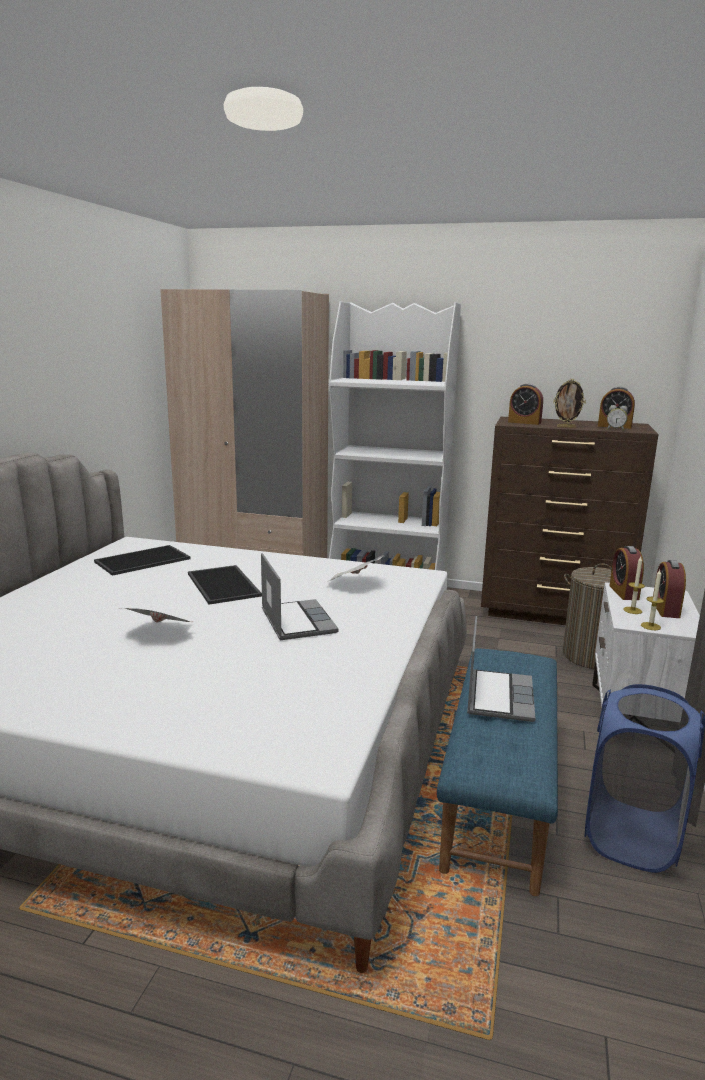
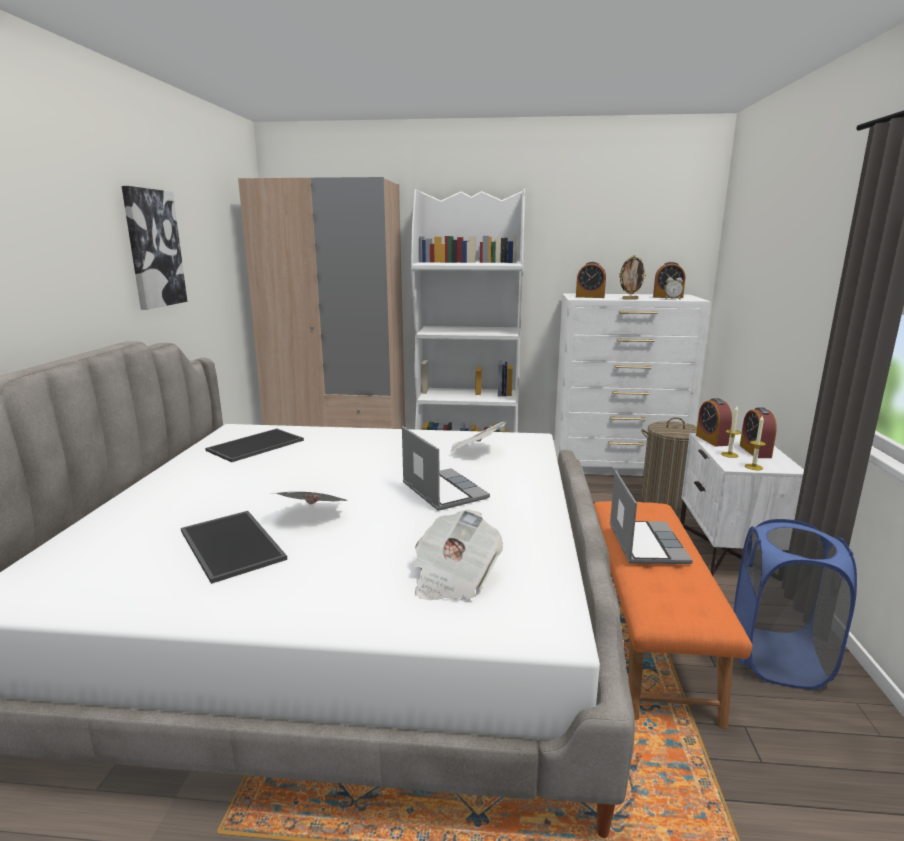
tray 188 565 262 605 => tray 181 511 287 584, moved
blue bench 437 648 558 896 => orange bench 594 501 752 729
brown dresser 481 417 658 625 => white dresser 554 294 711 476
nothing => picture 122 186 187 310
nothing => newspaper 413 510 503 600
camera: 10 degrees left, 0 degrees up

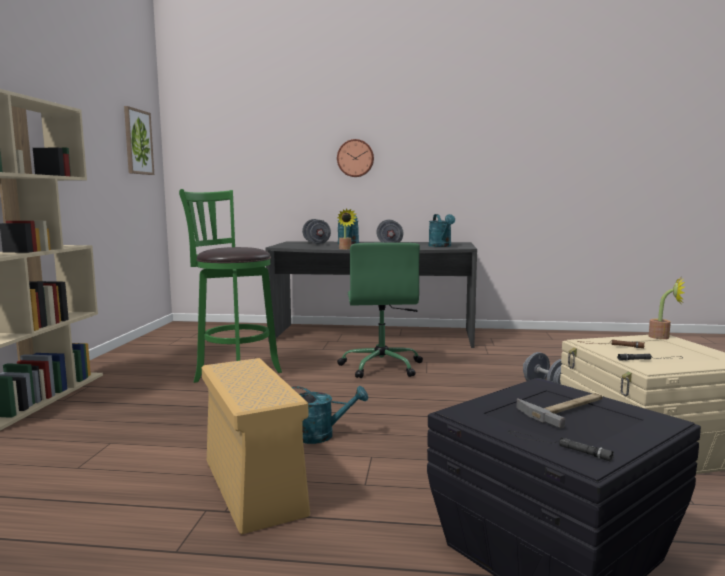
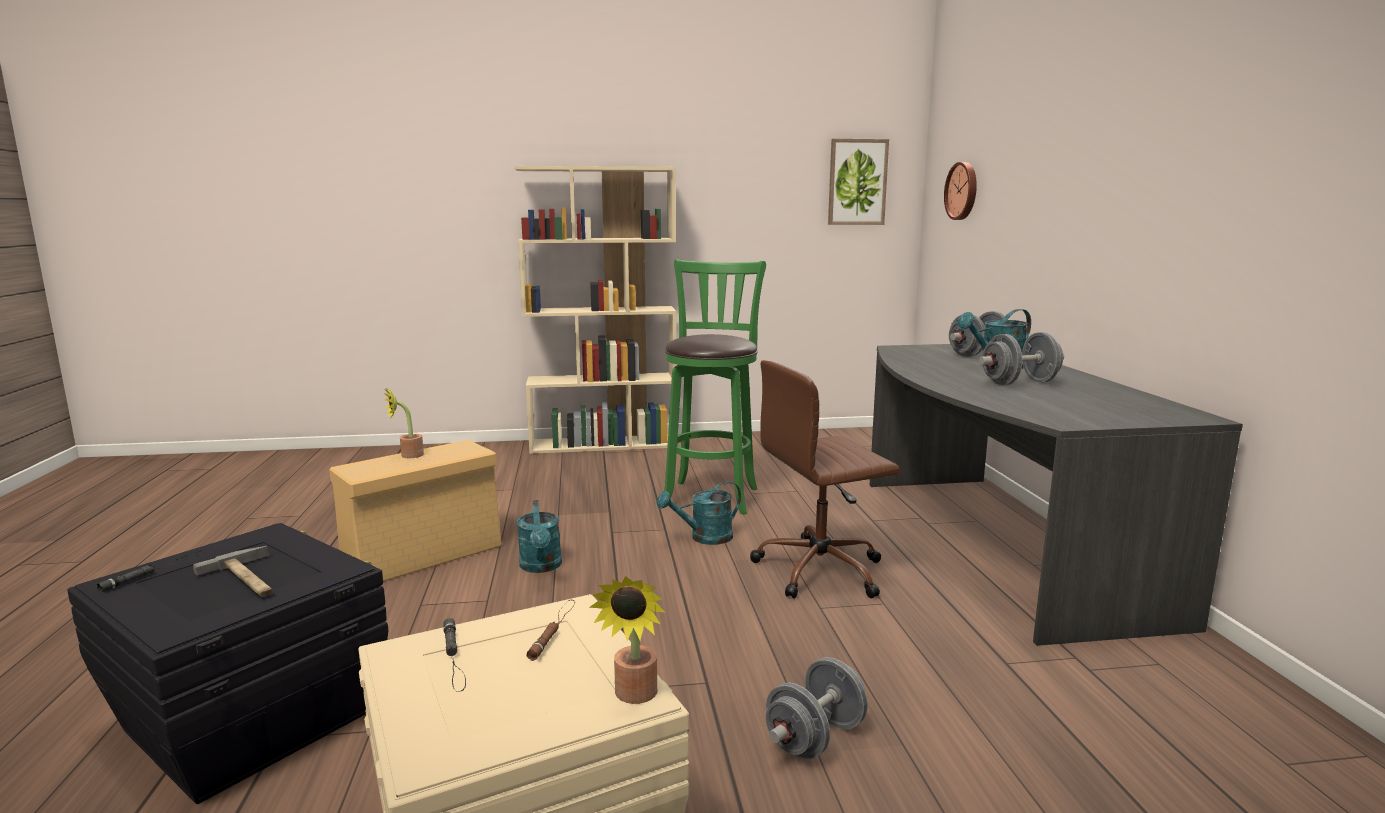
wall clock 337 139 374 177 => wall clock 944 162 977 220, moved
green office chair 337 242 423 378 => brown office chair 750 360 900 599
potted plant 338 209 357 249 => potted plant 384 389 424 458, moved
turquoise watering can 429 214 455 247 => turquoise watering can 657 481 741 545, moved
camera: 75 degrees right, 5 degrees up

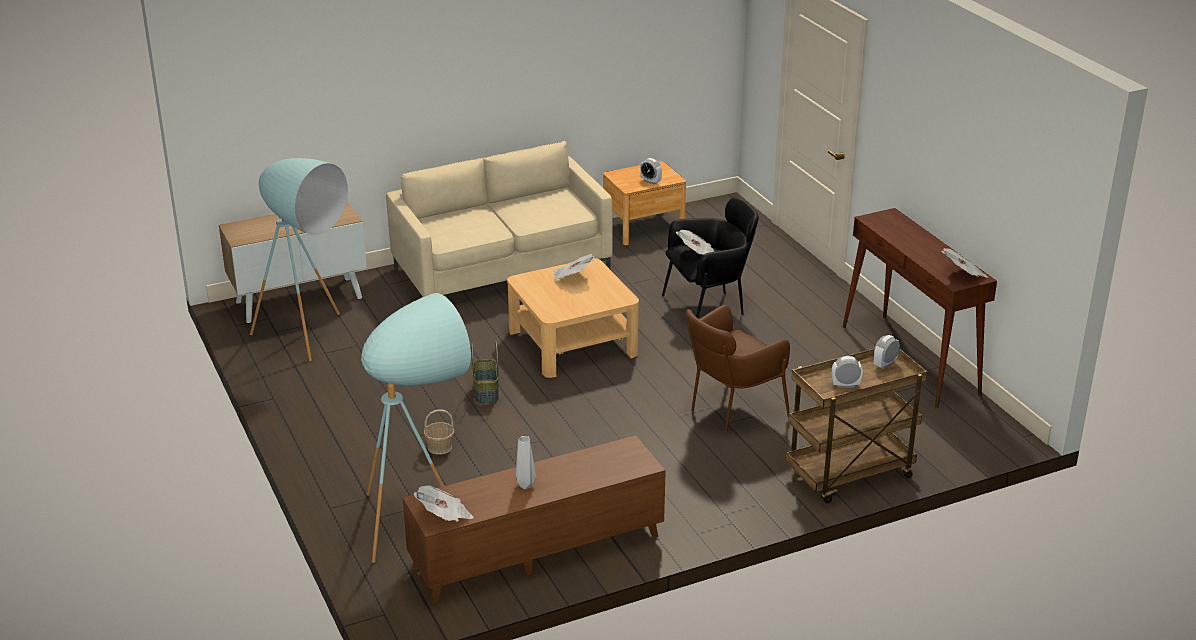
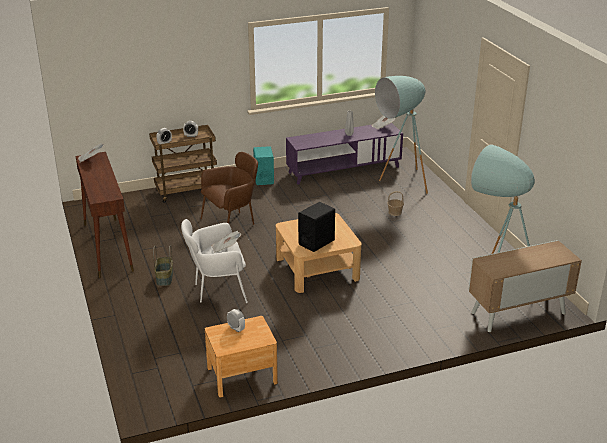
beige sofa 386 141 613 297 => nothing
brown tv stand 403 435 666 603 => purple tv stand 286 123 403 185
basket 471 341 499 404 => basket 153 245 173 286, moved
newspaper 554 254 594 280 => black speaker 298 202 335 252
black armchair 662 198 759 318 => white armchair 181 219 248 303
nothing => turquoise speaker 253 146 274 185
camera: 175 degrees left, 0 degrees up

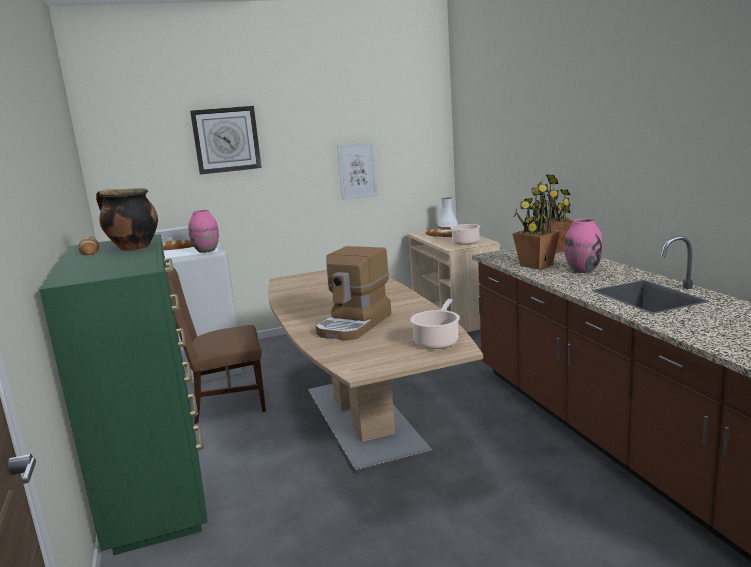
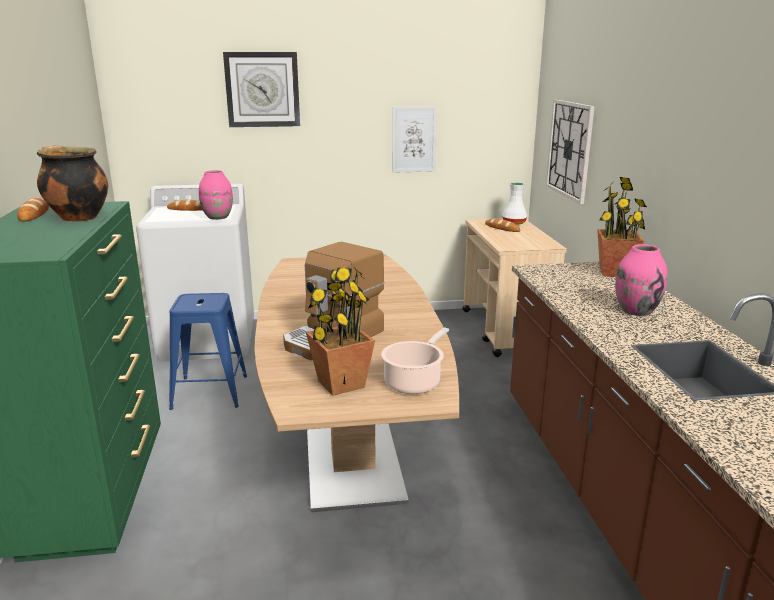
brown chair 166 265 266 424 => blue stool 169 293 247 410
cooking pot 439 224 481 245 => nothing
potted plant 513 184 560 269 => potted plant 306 264 375 396, moved
nothing => wall clock 546 100 595 204
camera: 10 degrees right, 5 degrees up

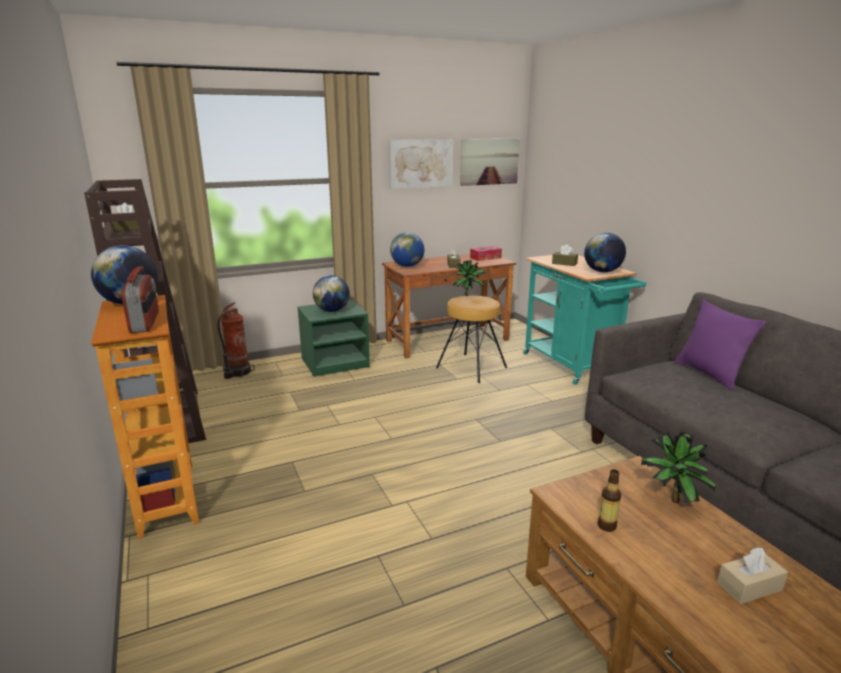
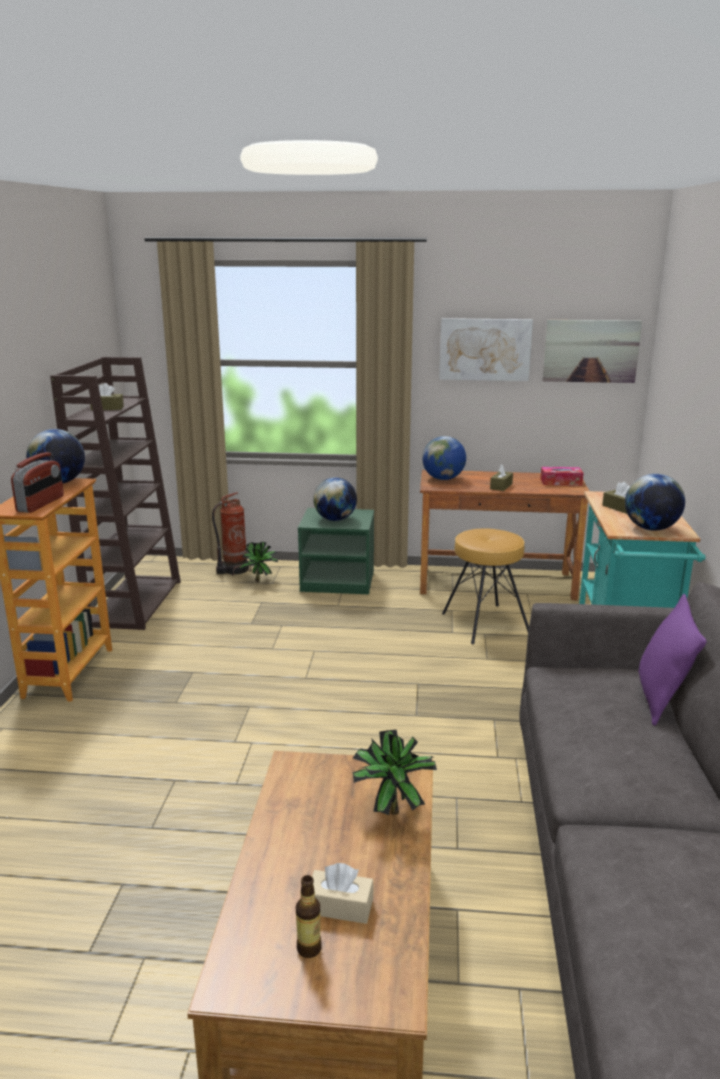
potted plant 453 260 485 296 => potted plant 239 542 278 582, moved
bottle 598 469 621 532 => bottle 296 875 322 958, moved
camera: 30 degrees right, 0 degrees up

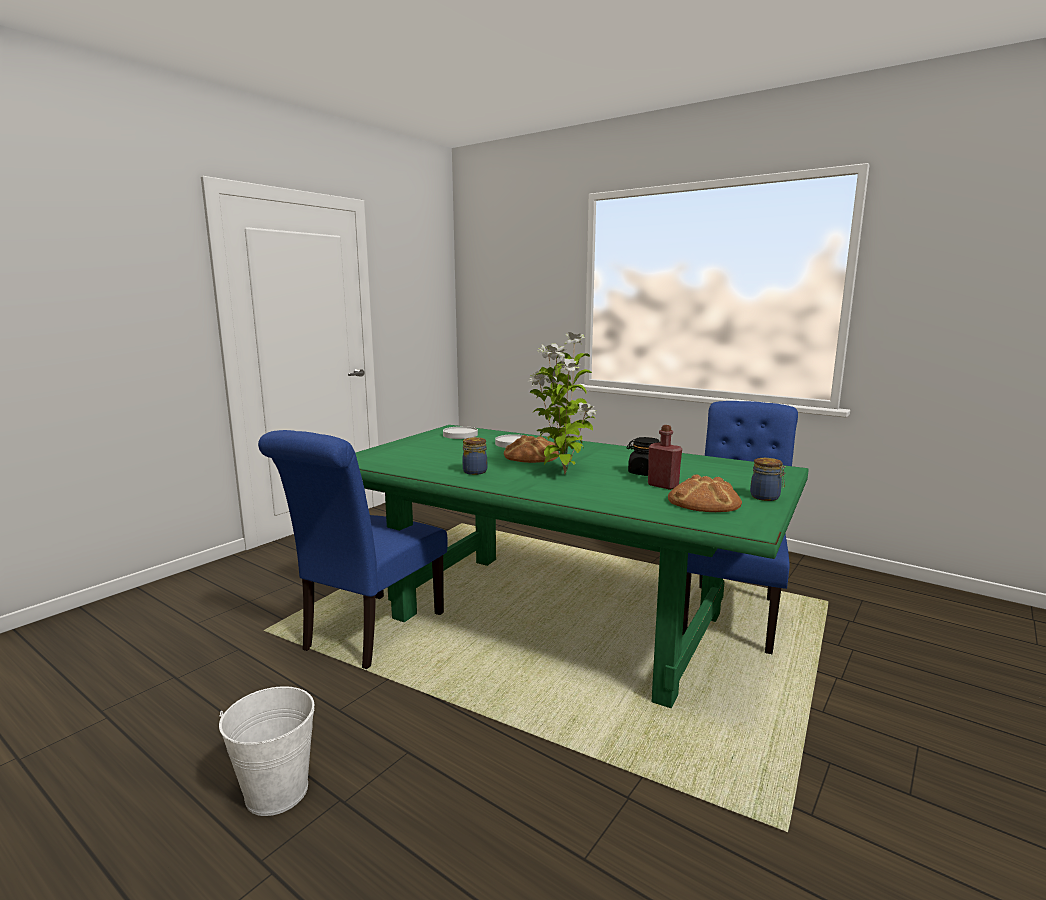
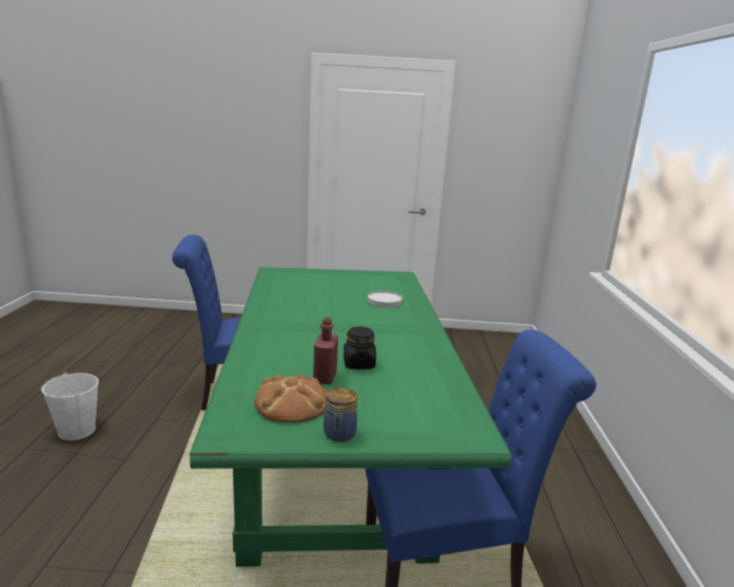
white plate 443 426 478 439 => nothing
jar 462 437 487 475 => nothing
bread 504 435 559 463 => nothing
potted plant 528 332 596 474 => nothing
camera: 55 degrees right, 5 degrees up

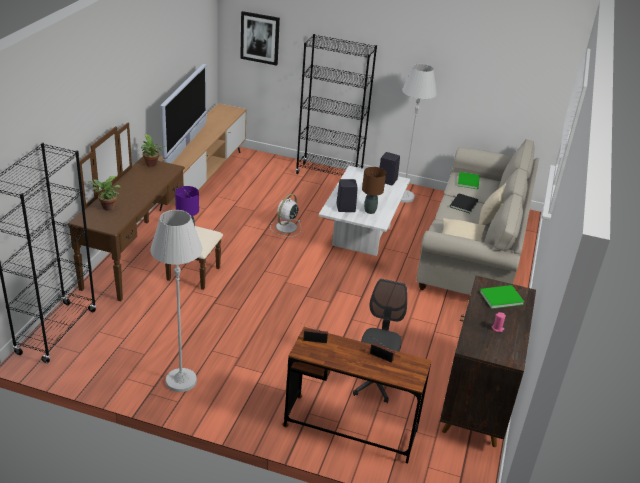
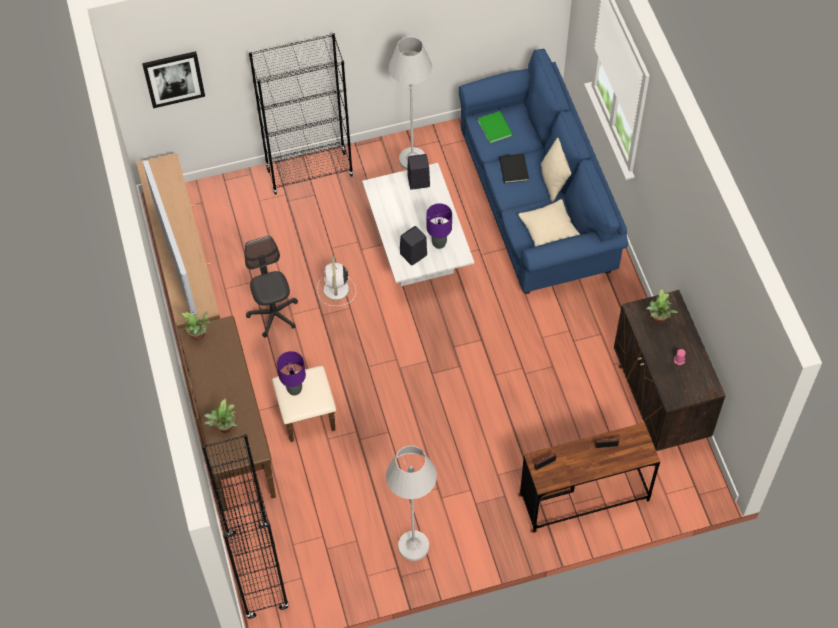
grey office chair 353 279 407 403 => grey office chair 245 236 298 338, moved
brown table lamp 362 167 386 214 => purple table lamp 426 203 452 249
beige sofa 417 139 539 295 => blue sofa 459 48 628 294
green book 479 285 524 309 => potted plant 646 288 678 324
camera: 30 degrees left, 25 degrees up

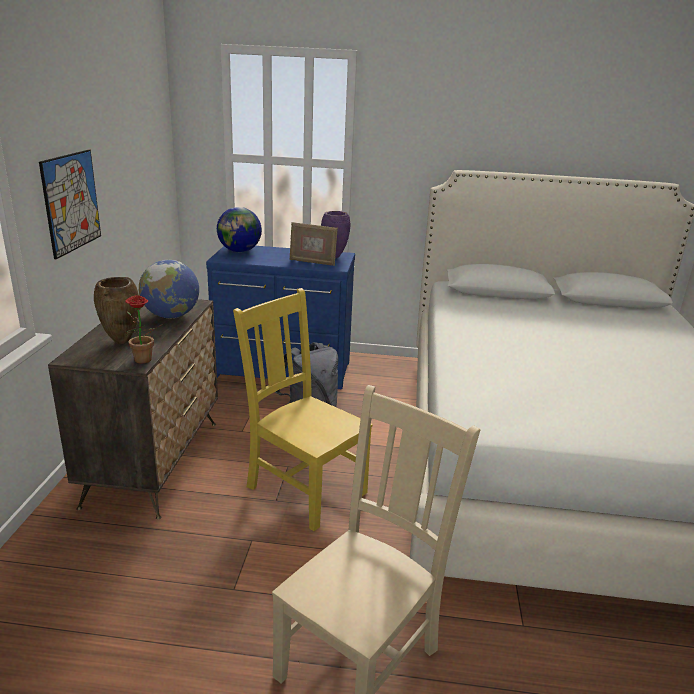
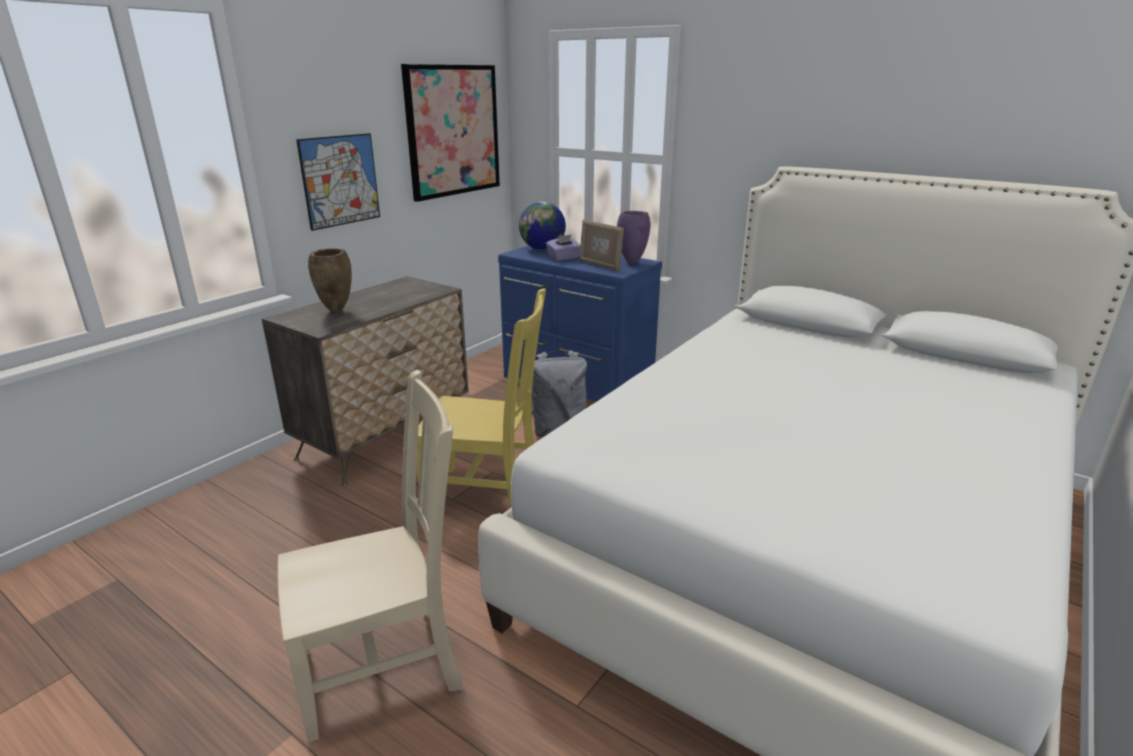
potted plant 125 295 163 363 => nothing
globe 139 260 199 319 => nothing
yellow chair 233 288 373 531 => yellow chair 417 288 546 507, 120 degrees clockwise
nothing => picture 401 64 500 202
nothing => purple tissue box 546 234 581 261
camera: 30 degrees right, 0 degrees up

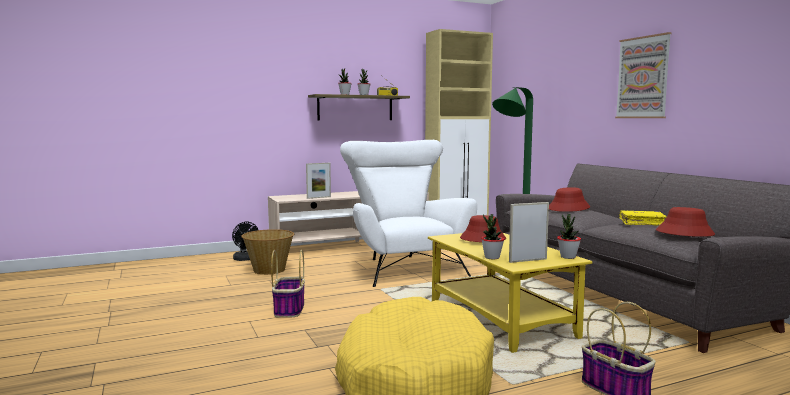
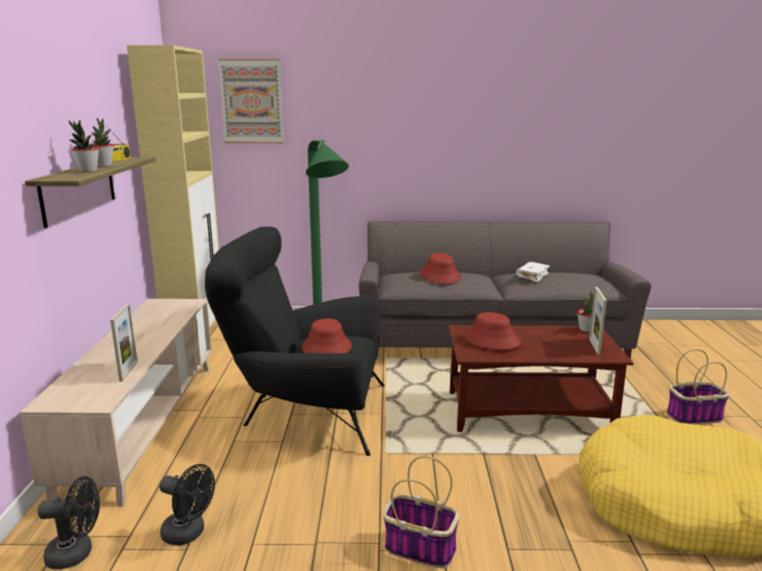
basket 241 229 294 275 => black fan 160 464 215 546
white armchair 340 140 477 287 => black armchair 205 226 384 456
yellow coffee table 428 233 592 353 => brown coffee table 449 325 633 432
potted plant 481 214 504 260 => nothing
picture 615 32 672 118 => picture 218 59 284 143, moved
yellow book 619 211 667 226 => white book 516 262 550 282
red hat 656 207 715 237 => red hat 302 318 352 353, moved
camera: 65 degrees left, 10 degrees up

